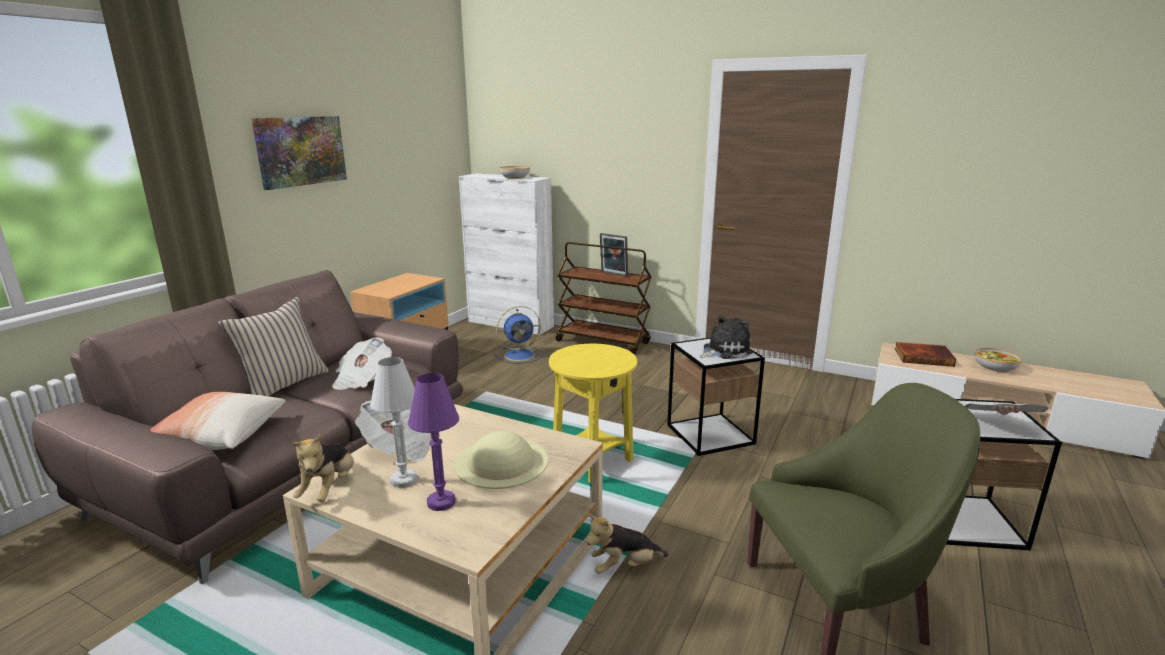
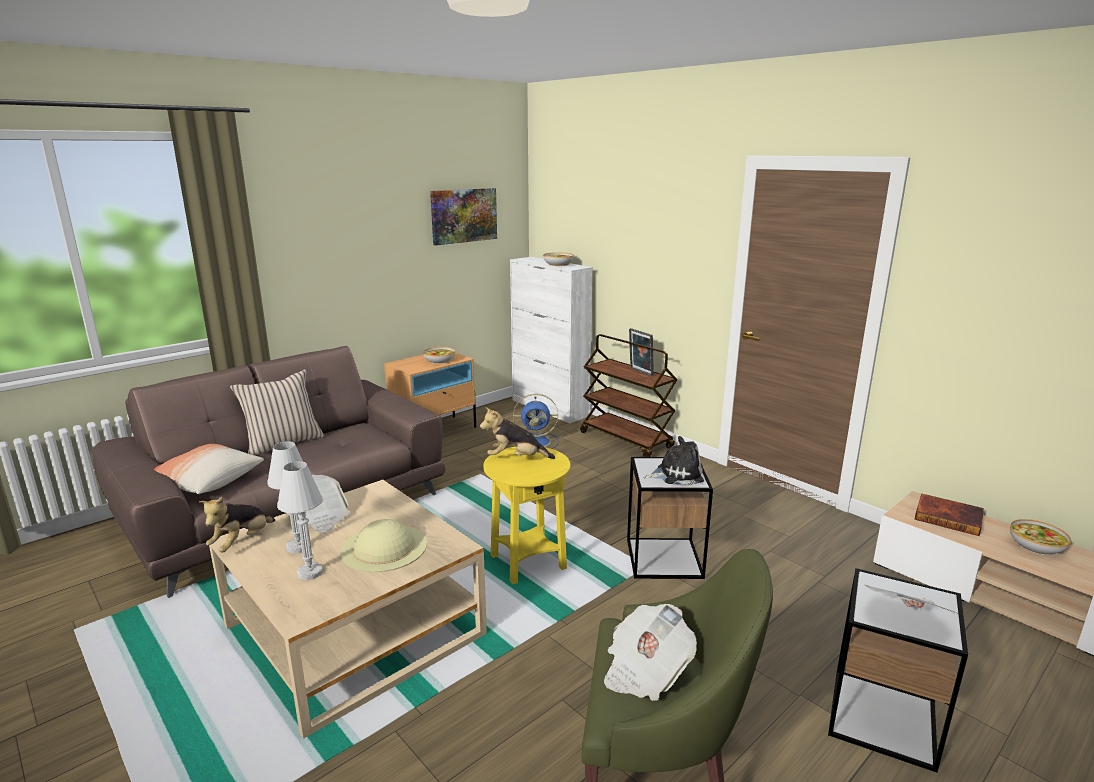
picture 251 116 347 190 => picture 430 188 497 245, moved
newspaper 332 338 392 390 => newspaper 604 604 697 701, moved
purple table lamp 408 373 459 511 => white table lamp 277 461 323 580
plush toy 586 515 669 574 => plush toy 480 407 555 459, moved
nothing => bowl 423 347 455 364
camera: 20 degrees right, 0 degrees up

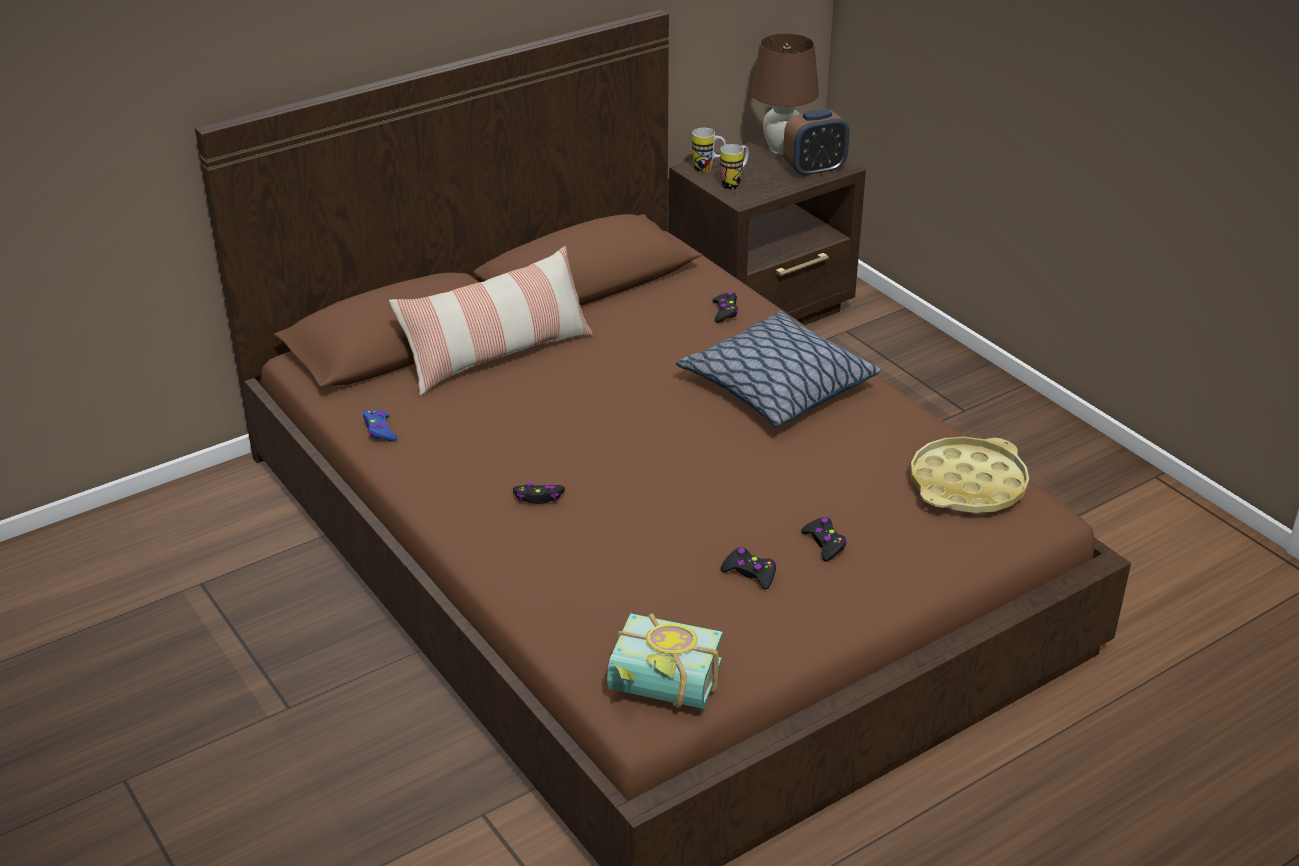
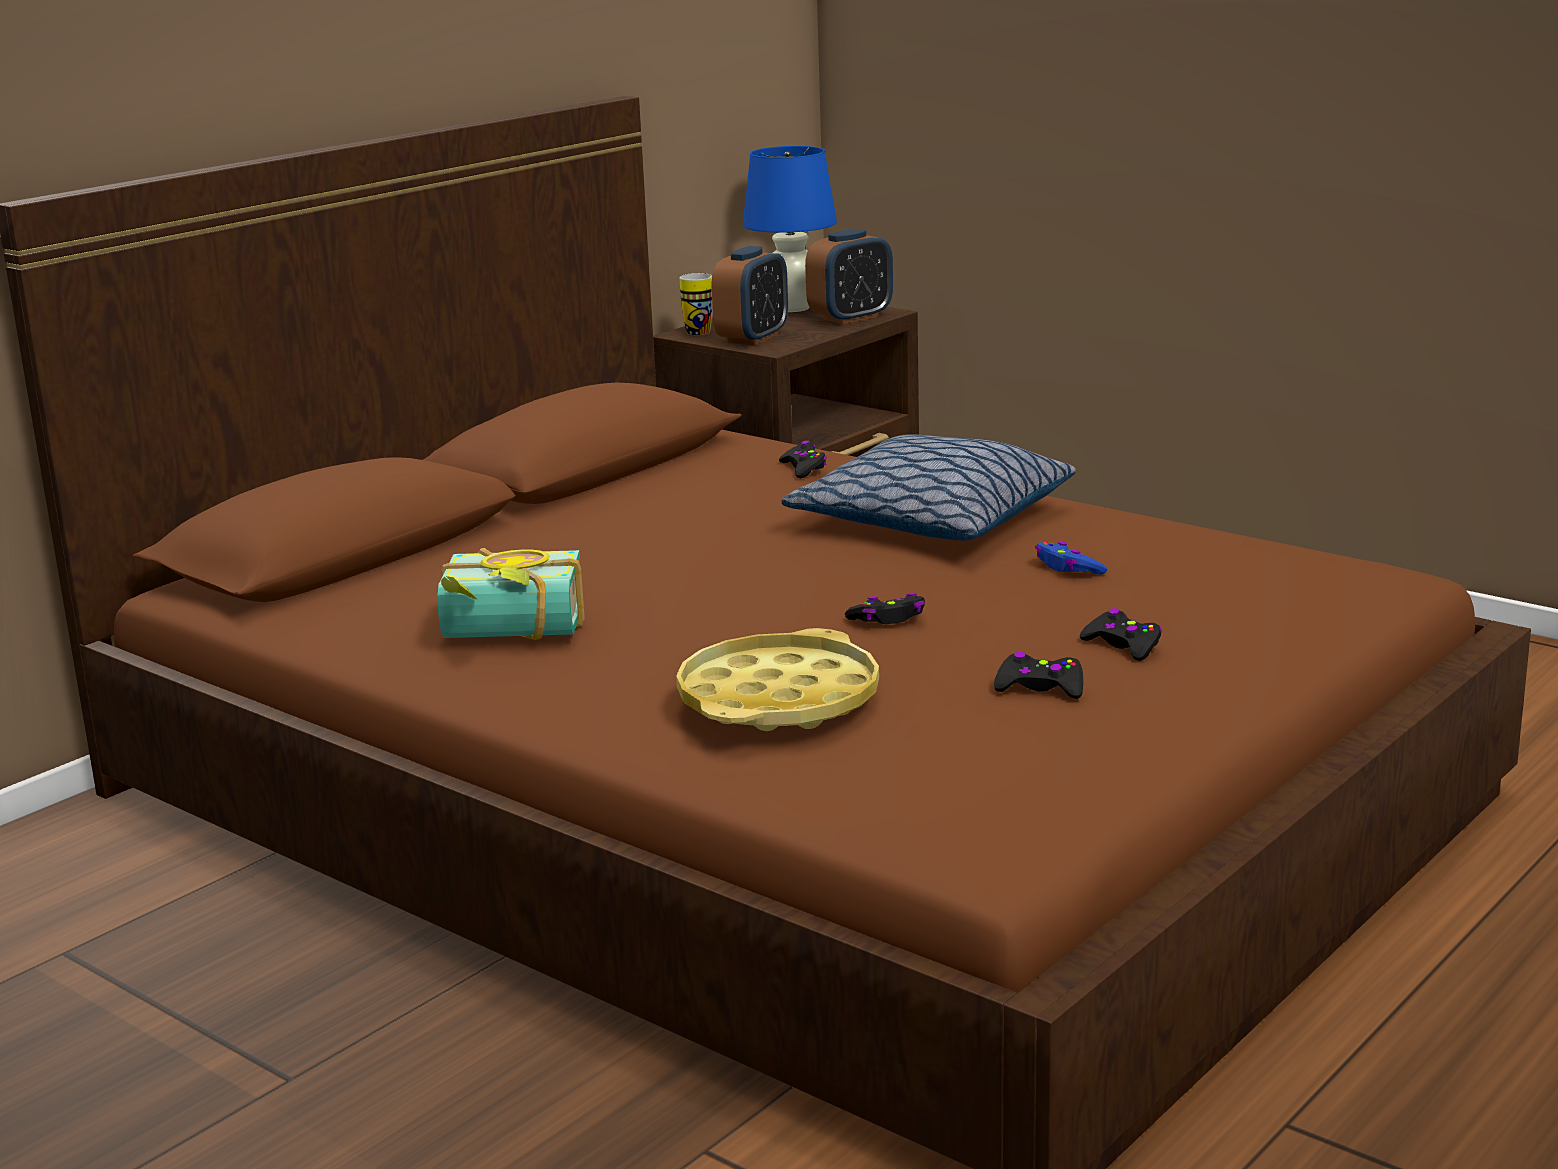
blue game controller 363 410 397 442 => blue game controller 1035 541 1107 575, moved
pillow 389 246 593 396 => nothing
black game controller 513 482 565 504 => black game controller 845 593 925 624, moved
book 607 613 723 709 => book 438 548 585 640, moved
mug 720 144 749 190 => alarm clock 712 246 788 345
brown table lamp 751 33 819 155 => blue table lamp 743 146 837 312
yellow tray 910 437 1029 514 => yellow tray 676 628 879 731, moved
camera: 15 degrees left, 15 degrees down

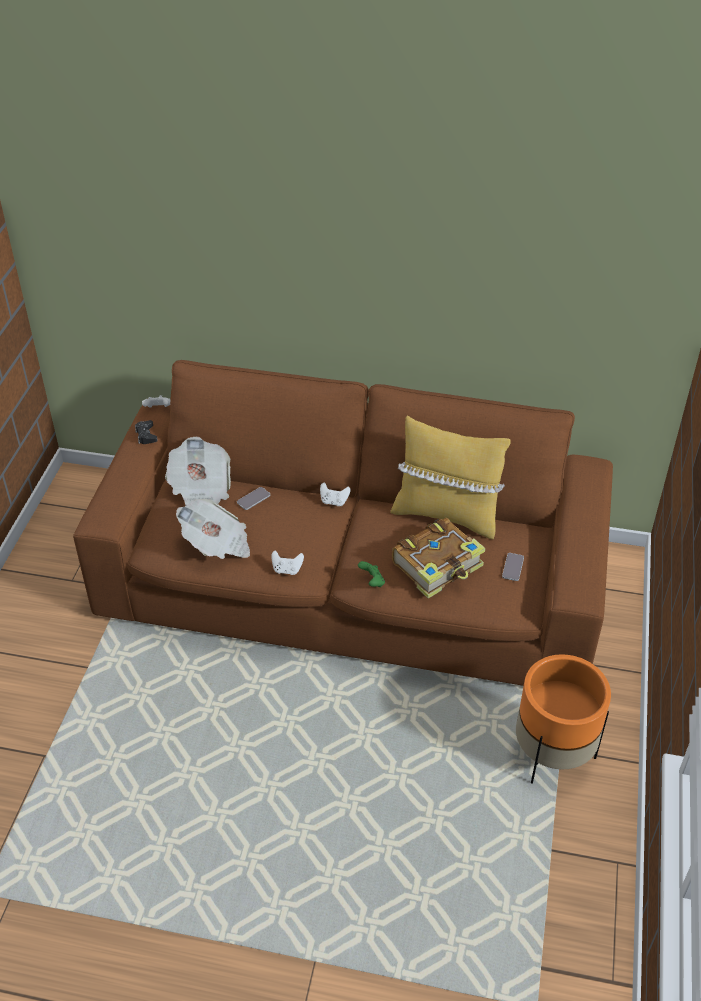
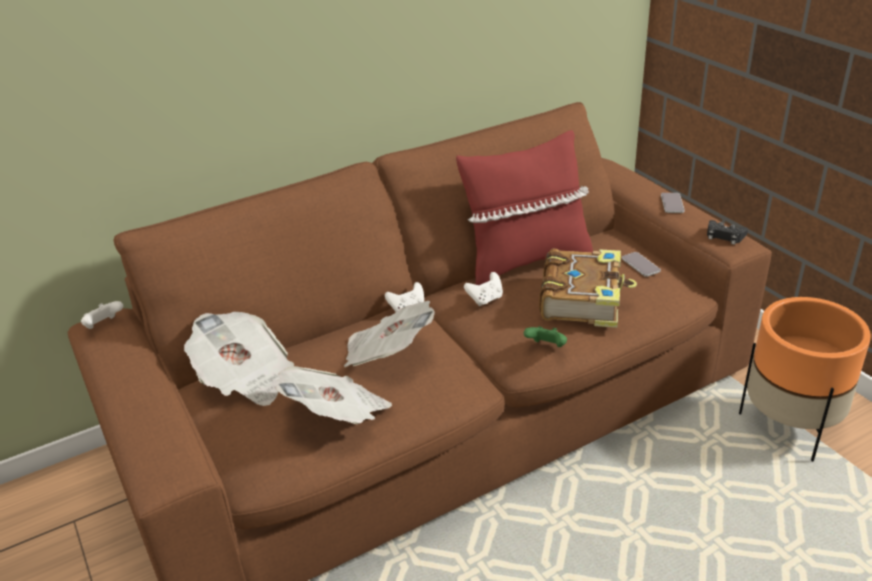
black game controller 135 420 158 444 => black game controller 707 220 748 245, moved
phone 237 487 270 510 => phone 661 193 685 213, moved
white game controller 271 550 304 575 => white game controller 464 272 503 306, moved
yellow pillow 390 416 511 539 => red pillow 456 130 593 285
nothing => newspaper 344 301 435 367
camera: 40 degrees left, 10 degrees down

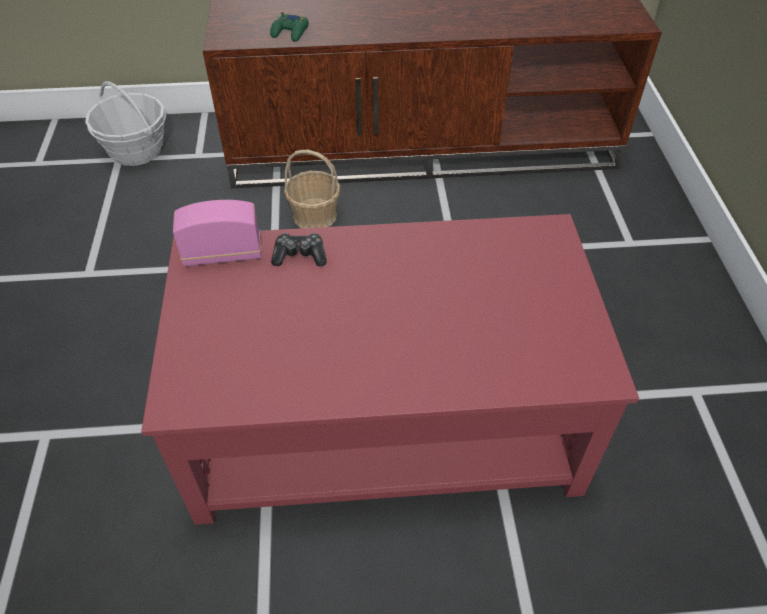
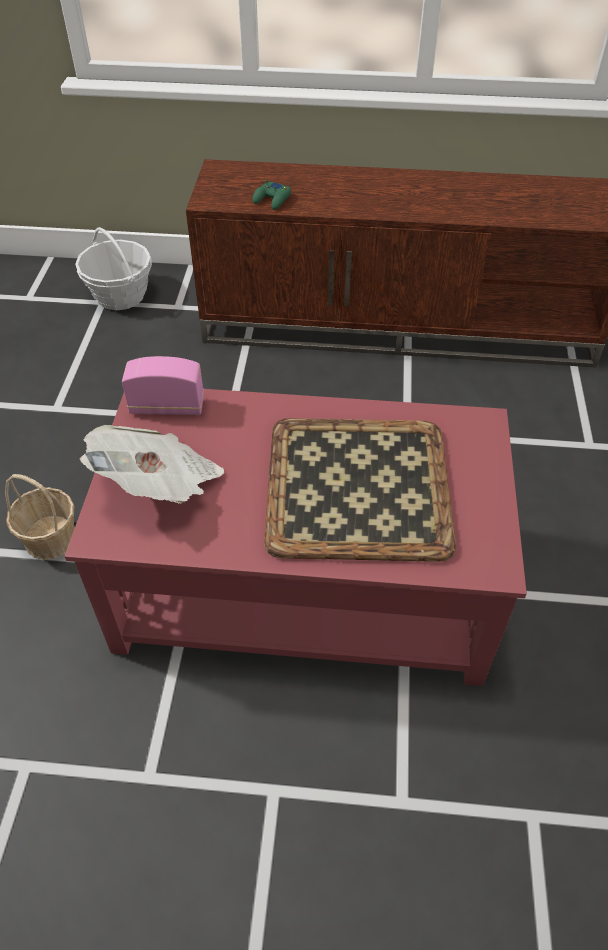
game controller 271 233 327 266 => nothing
basket 284 150 341 228 => basket 5 474 75 560, moved
nothing => newspaper 80 425 225 504
nothing => tray 264 418 456 562
camera: 10 degrees right, 0 degrees up

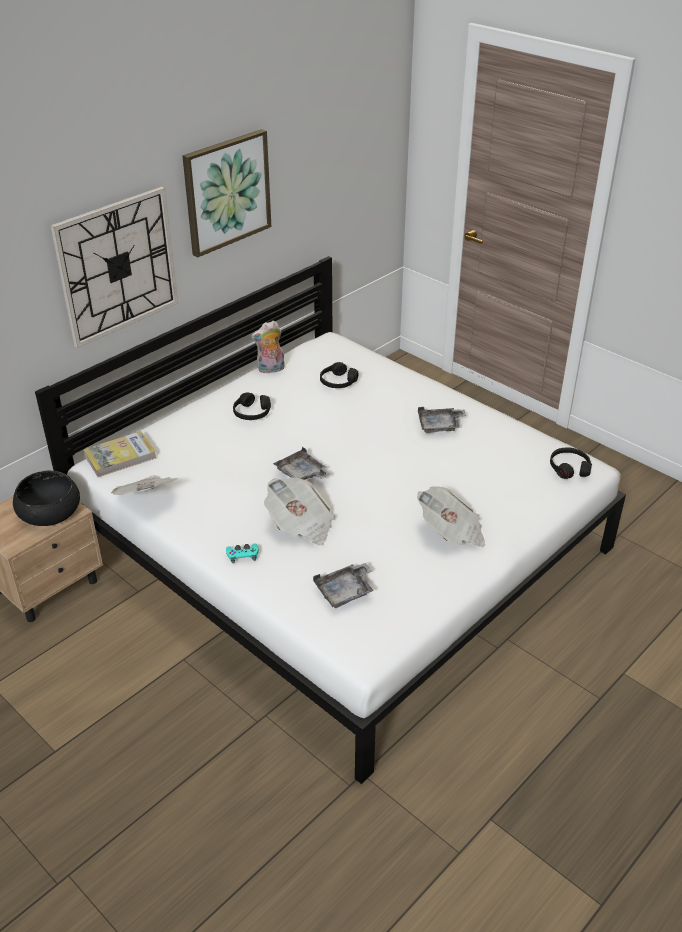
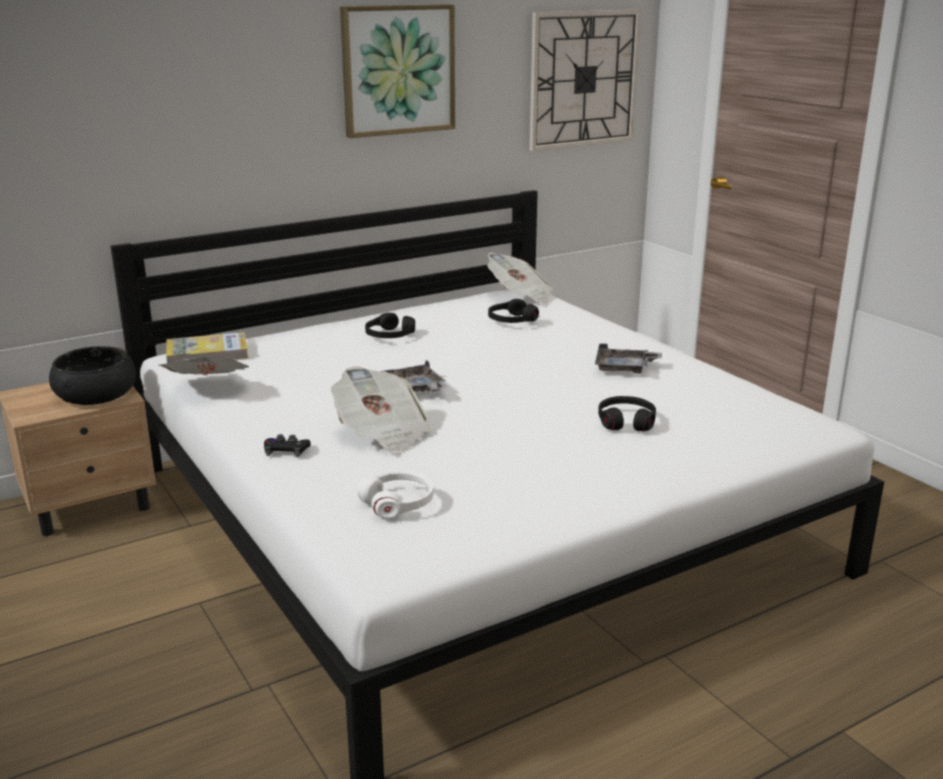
wall clock 50 187 178 348 => wall clock 529 10 641 151, moved
turquoise game controller 226 543 259 563 => black game controller 264 434 311 457
plush toy 251 321 285 374 => nothing
grey tray 313 563 374 608 => white headphones 357 471 434 518
newspaper 417 486 485 547 => newspaper 487 253 553 304, moved
black headphones 550 447 592 479 => black headphones 598 396 656 431, moved
camera: 15 degrees right, 15 degrees down

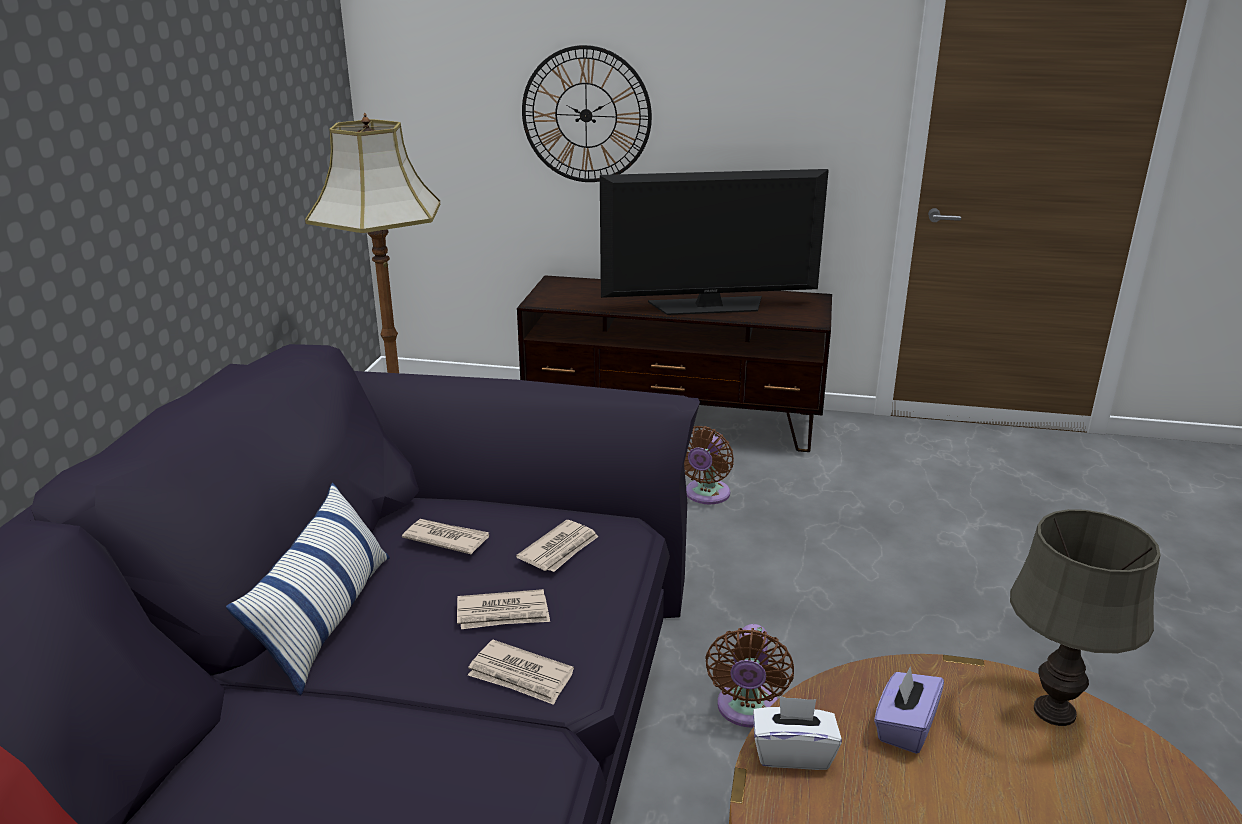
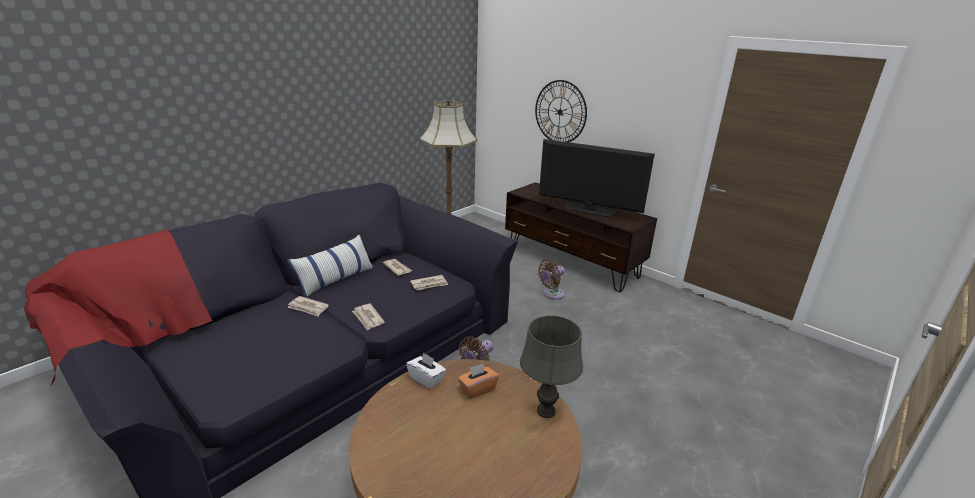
newspaper 457 589 550 629 => newspaper 287 296 329 316, moved
purple tissue box 874 666 944 754 => orange tissue box 458 363 499 399
camera: 30 degrees right, 0 degrees up

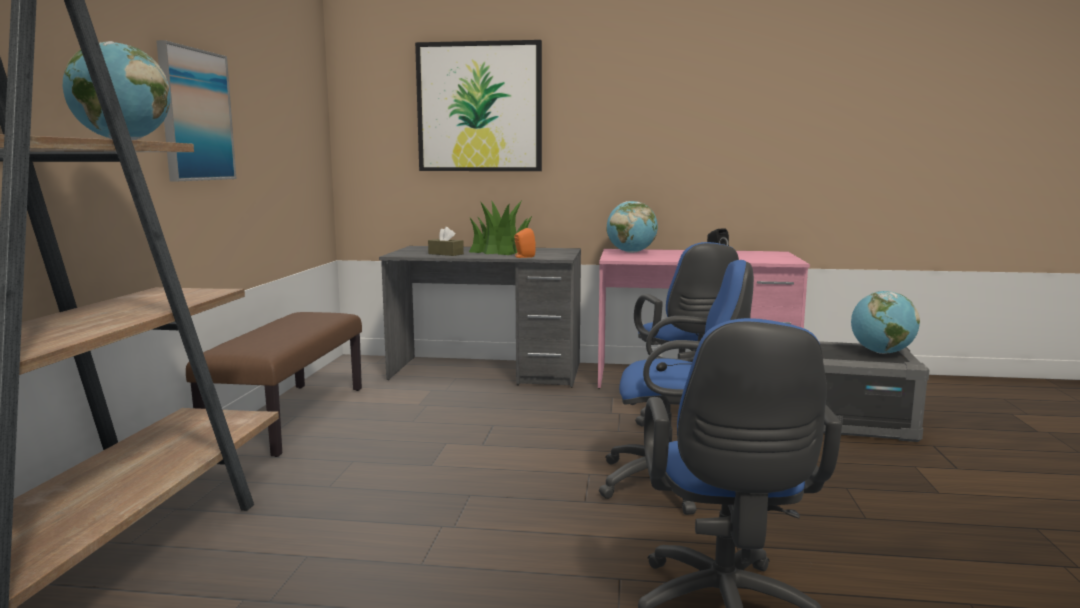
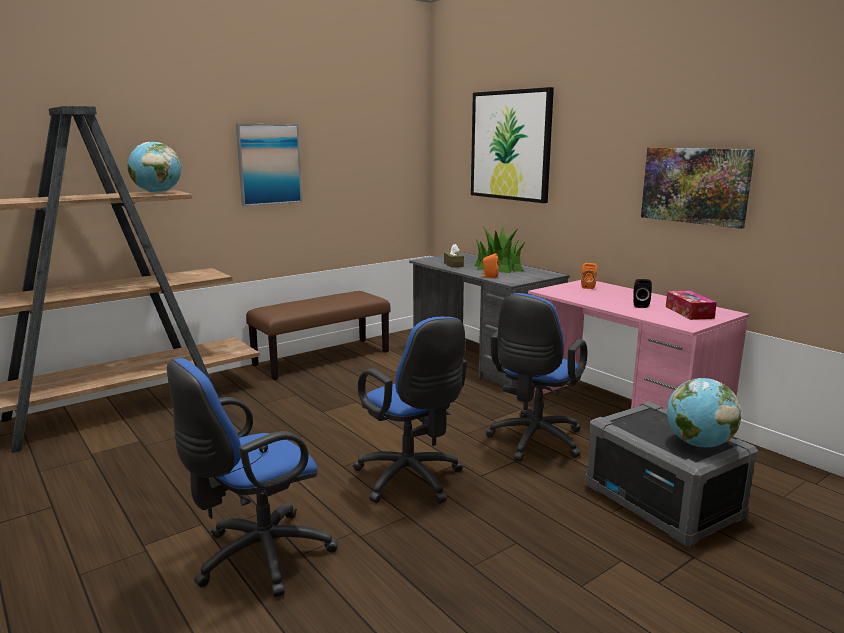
globe 607 201 658 253 => orange speaker 581 263 597 289
nothing => picture 641 147 755 229
nothing => tissue box 666 291 717 320
camera: 45 degrees right, 5 degrees up

